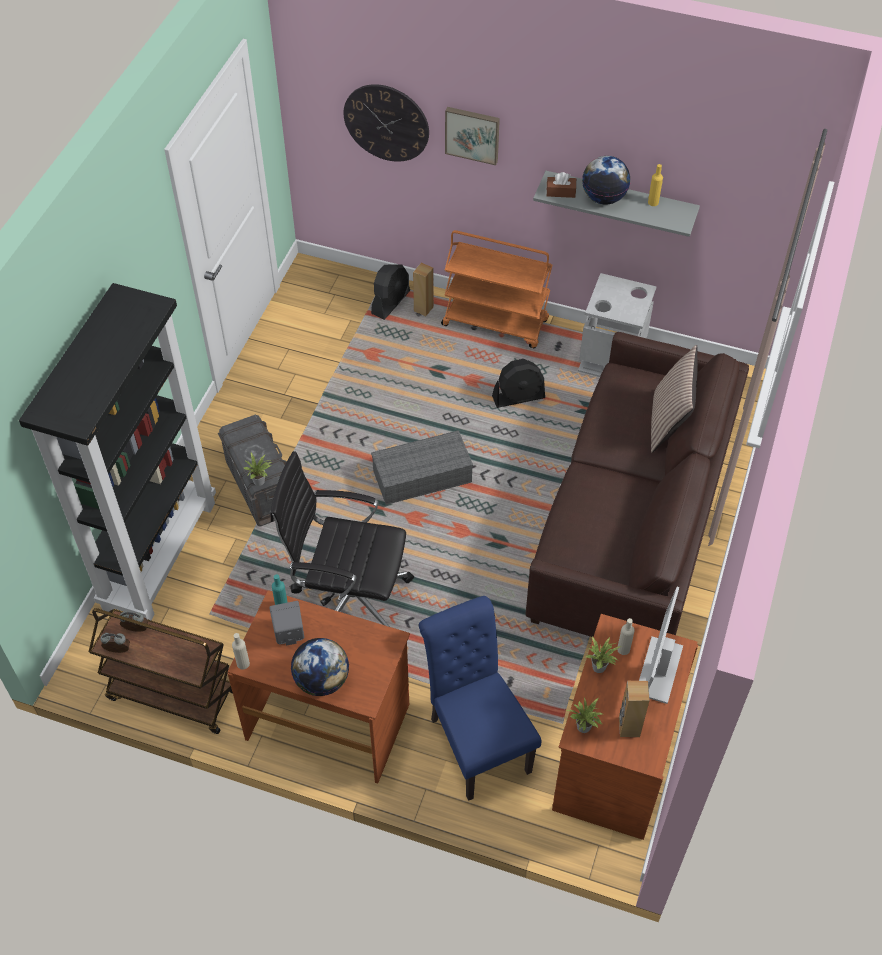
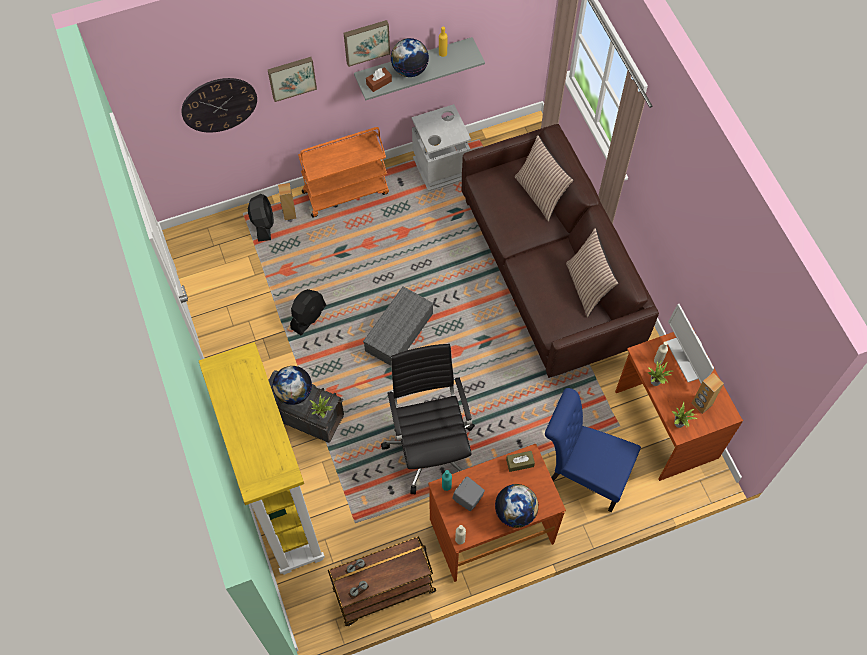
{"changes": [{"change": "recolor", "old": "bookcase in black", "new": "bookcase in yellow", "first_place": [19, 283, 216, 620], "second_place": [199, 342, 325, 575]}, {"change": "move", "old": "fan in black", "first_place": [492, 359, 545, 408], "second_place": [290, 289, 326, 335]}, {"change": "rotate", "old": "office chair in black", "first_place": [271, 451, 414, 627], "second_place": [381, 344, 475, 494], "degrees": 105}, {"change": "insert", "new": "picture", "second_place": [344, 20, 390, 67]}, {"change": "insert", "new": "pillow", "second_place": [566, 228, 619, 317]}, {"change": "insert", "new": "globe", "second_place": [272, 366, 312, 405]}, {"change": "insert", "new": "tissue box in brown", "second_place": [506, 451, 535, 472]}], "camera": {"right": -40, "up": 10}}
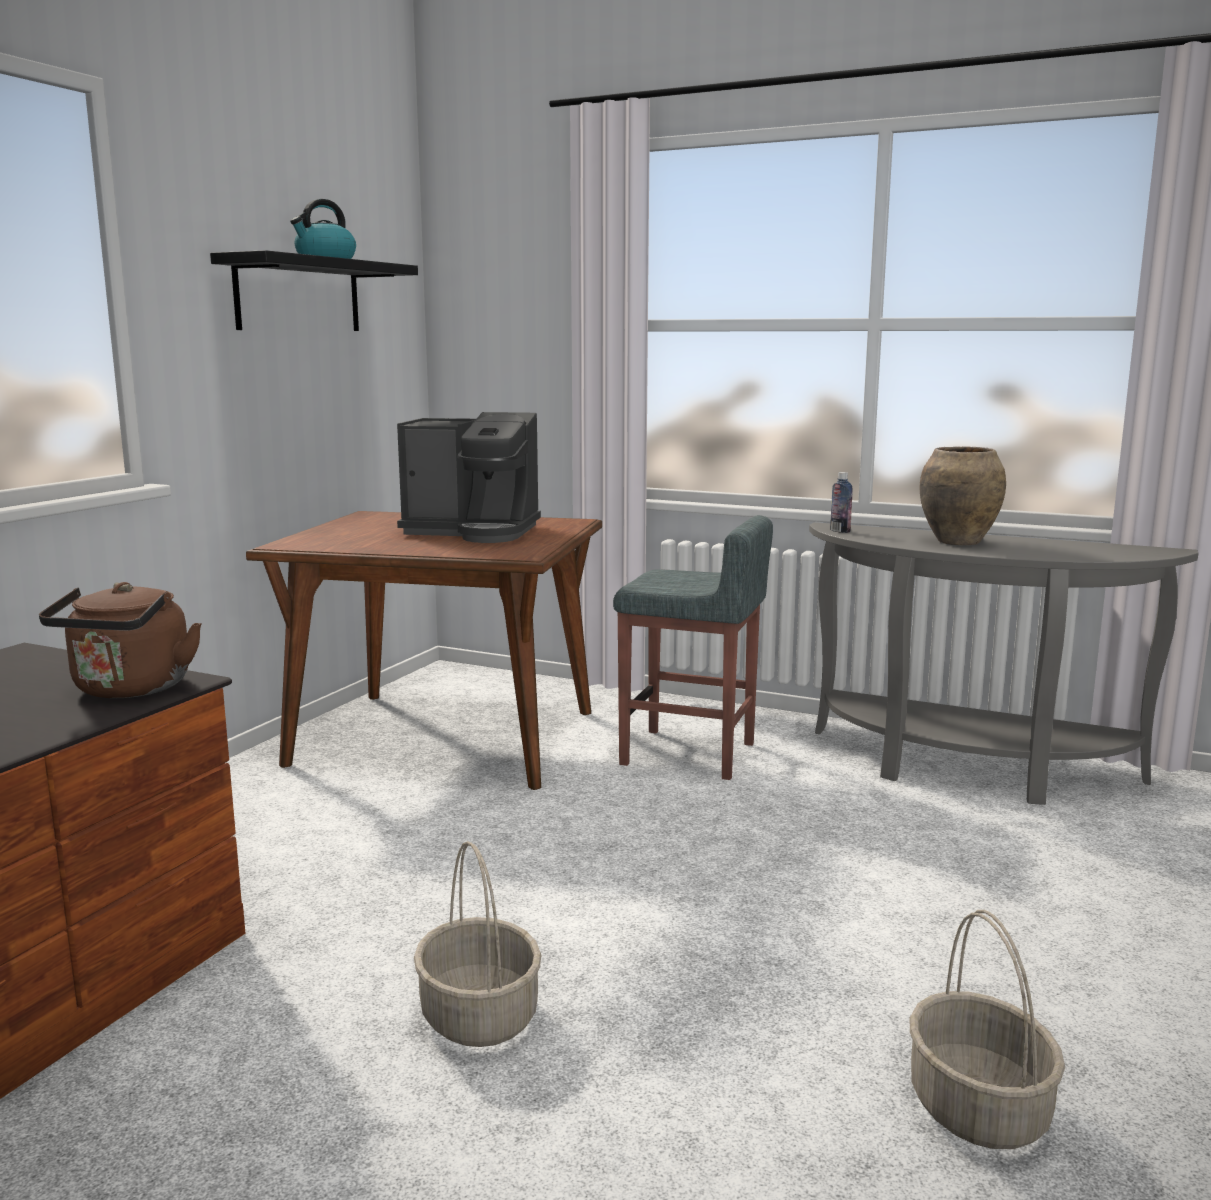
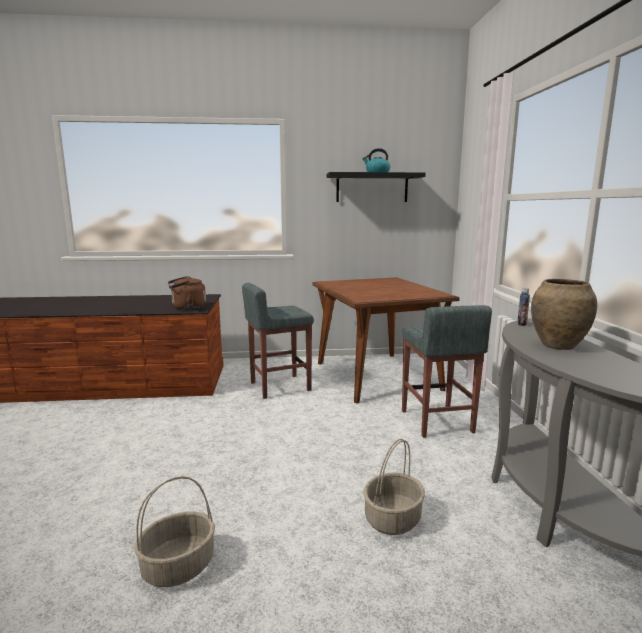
{"changes": [{"change": "delete", "old": "coffee machine", "first_place": [397, 412, 541, 543]}, {"change": "move", "old": "basket", "first_place": [414, 841, 541, 1047], "second_place": [363, 439, 425, 535]}, {"change": "insert", "new": "stool in grey", "second_place": [242, 283, 314, 399]}], "camera": {"right": 60, "up": 0}}
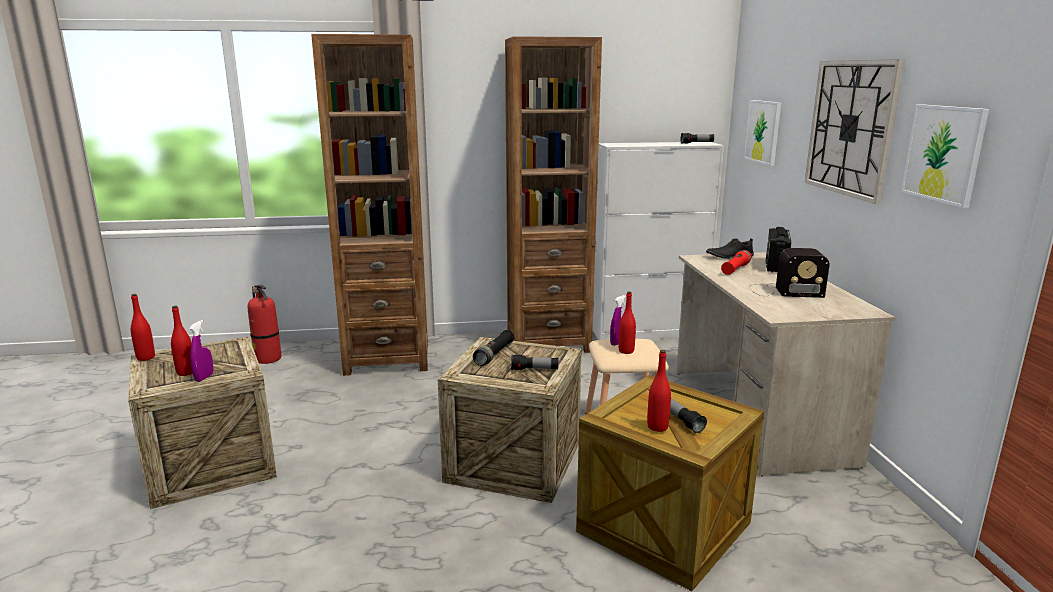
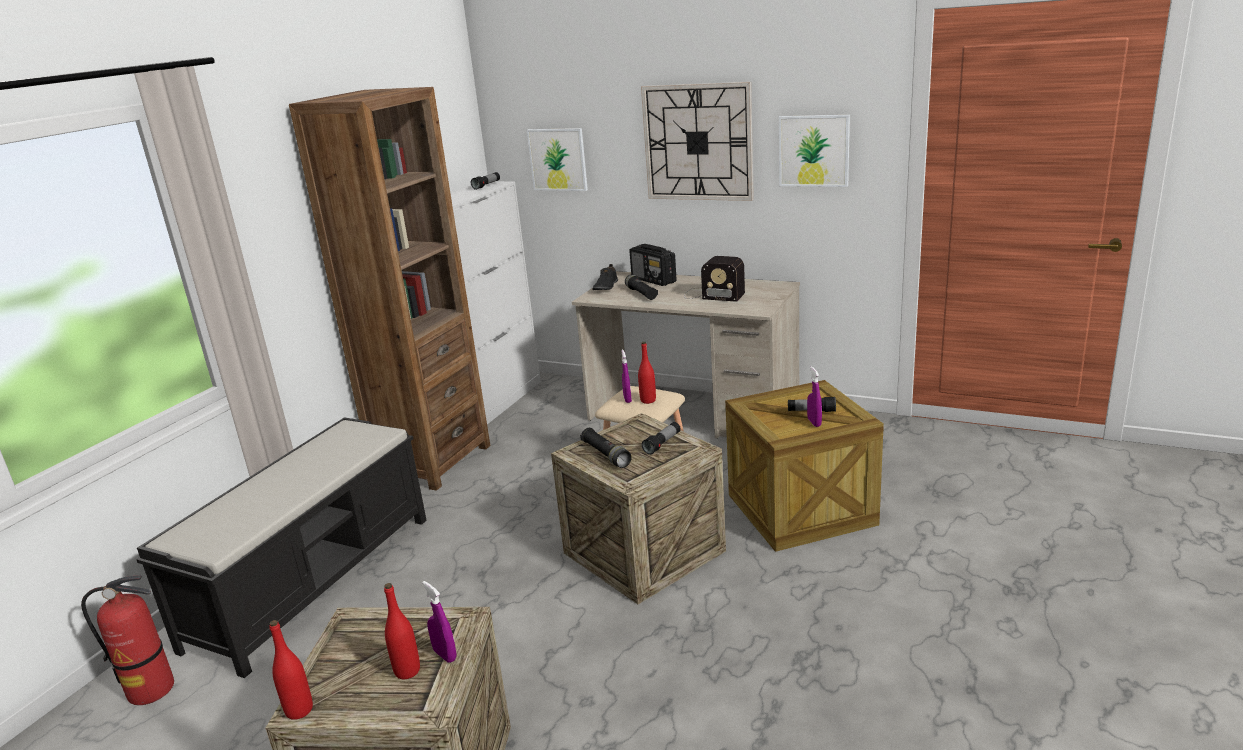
{"changes": [{"change": "replace", "old": "bookcase in brown", "new": "bench in black", "first_place": [311, 34, 428, 376], "second_place": [136, 417, 427, 678]}, {"change": "rotate", "old": "radio", "first_place": [749, 248, 830, 298], "second_place": [684, 256, 745, 302], "degrees": 75}, {"change": "recolor", "old": "flashlight in red", "new": "flashlight in black", "first_place": [721, 250, 752, 275], "second_place": [625, 274, 658, 300]}, {"change": "replace", "old": "bottle in red", "new": "spray bottle in purple", "first_place": [647, 350, 671, 432], "second_place": [807, 366, 822, 427]}], "camera": {"right": -55, "up": 5}}
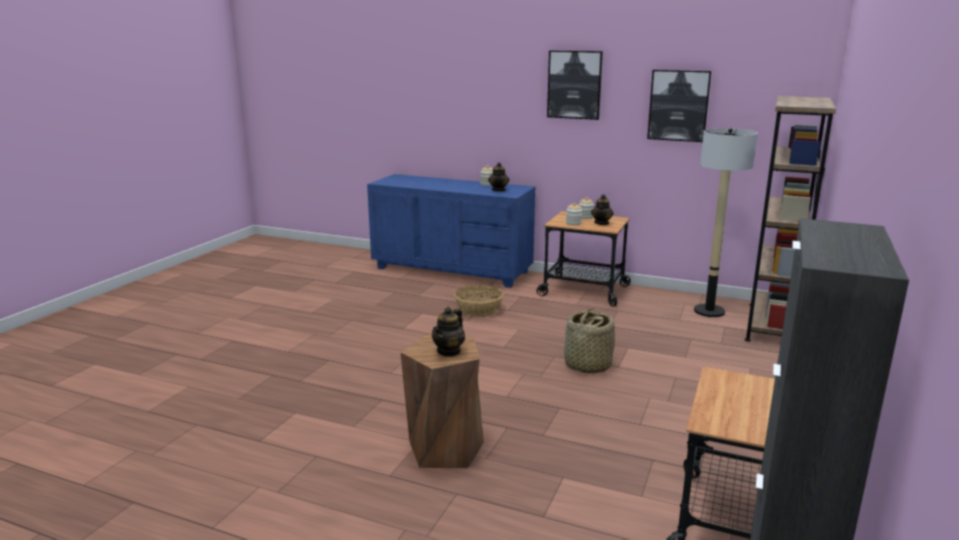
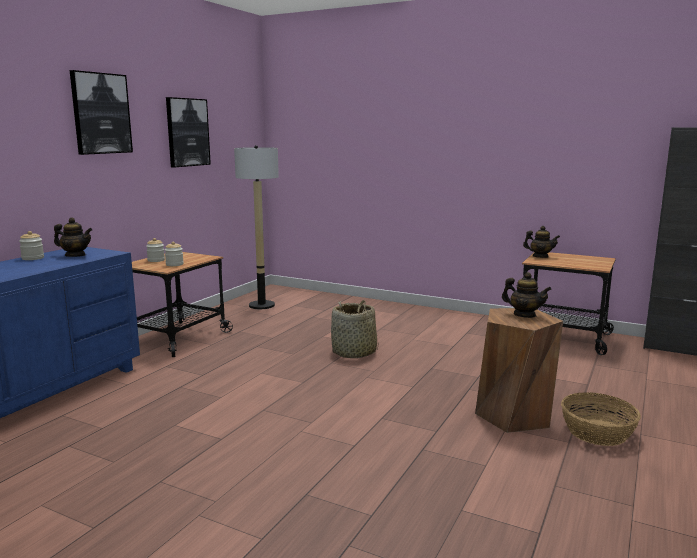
{"changes": [{"change": "delete", "old": "bookcase in brown", "first_place": [745, 96, 836, 342]}, {"change": "move", "old": "teapot", "first_place": [591, 194, 614, 225], "second_place": [523, 226, 560, 258]}, {"change": "move", "old": "basket", "first_place": [454, 285, 503, 317], "second_place": [561, 392, 641, 446]}], "camera": {"right": -85, "up": -5}}
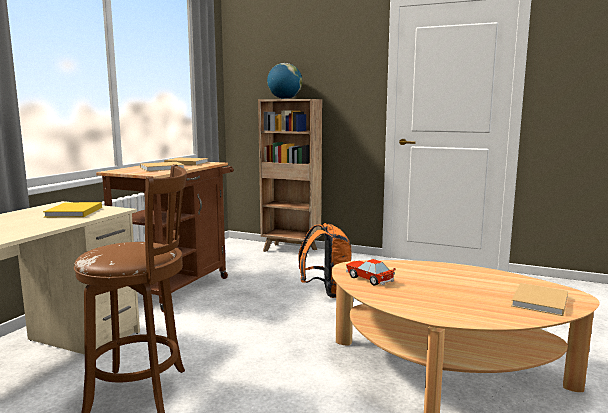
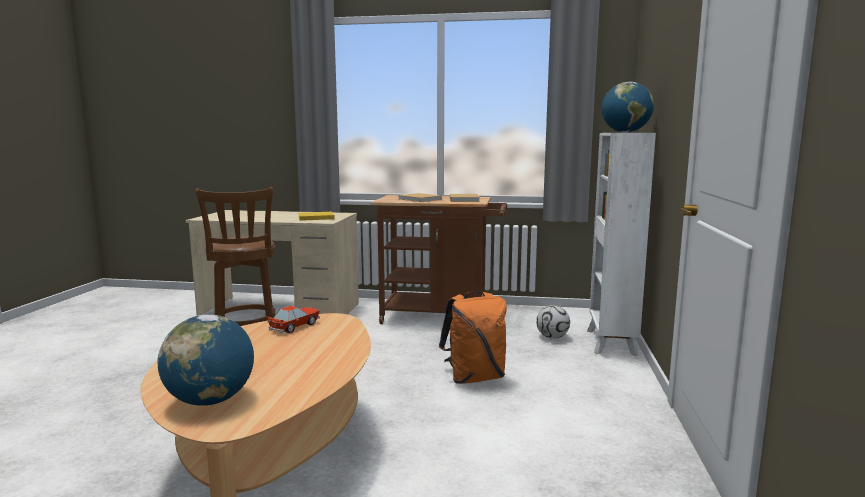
{"changes": [{"change": "recolor", "old": "bookcase in brown", "new": "bookcase in white", "first_place": [258, 99, 322, 252], "second_place": [587, 133, 656, 356]}, {"change": "replace", "old": "book in beige", "new": "globe", "first_place": [511, 283, 568, 316], "second_place": [157, 314, 254, 406]}, {"change": "insert", "new": "football", "second_place": [536, 305, 570, 339]}], "camera": {"right": 75, "up": 0}}
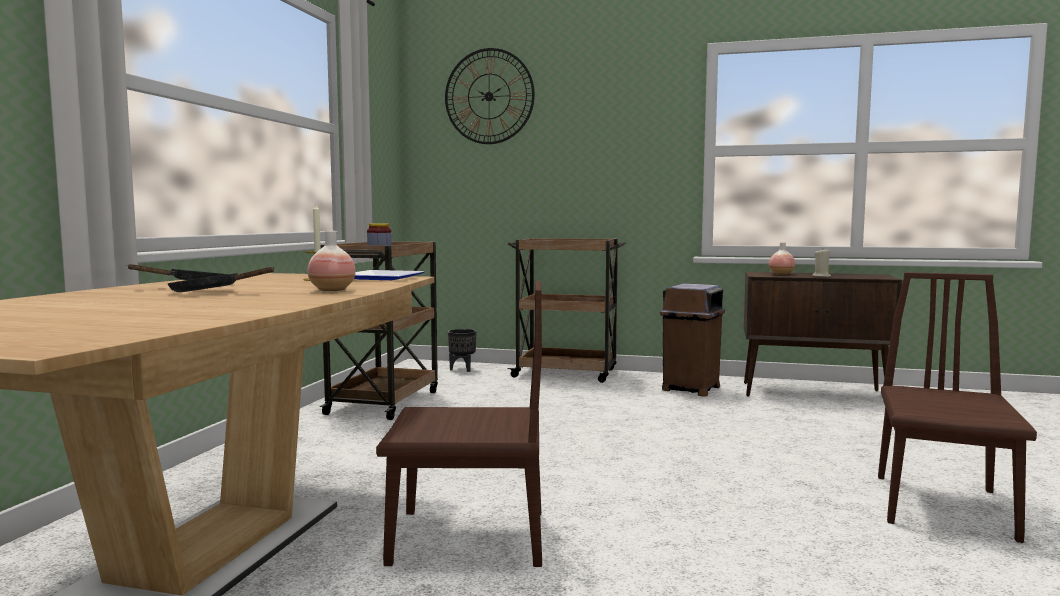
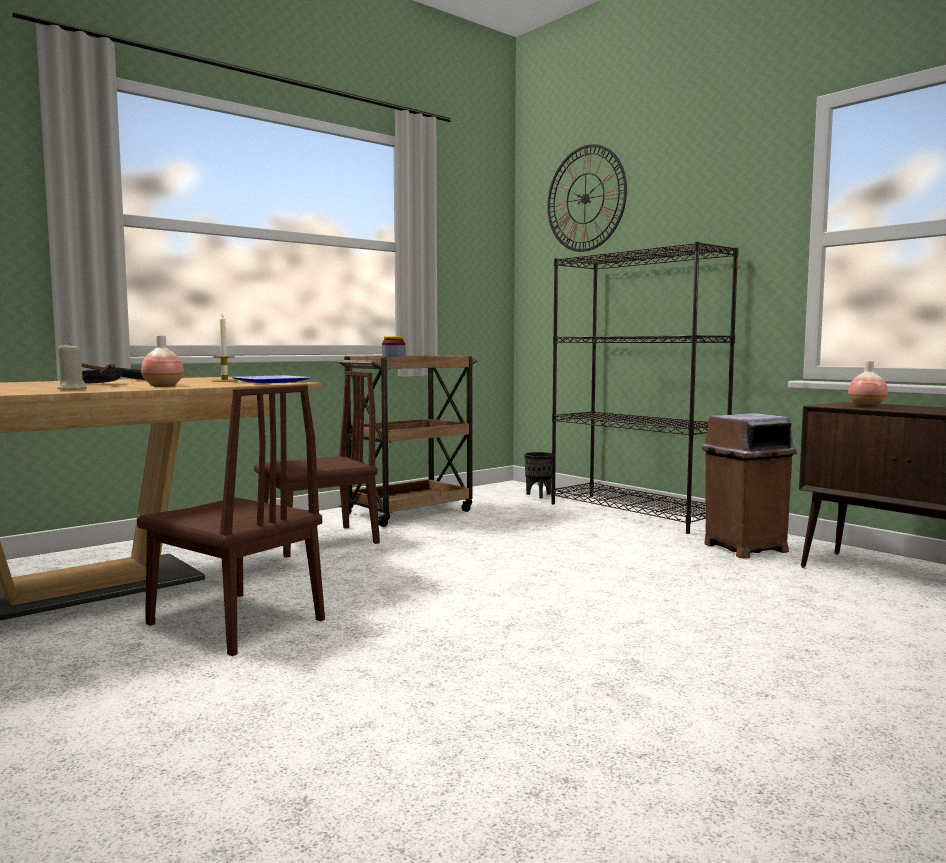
{"changes": [{"change": "replace", "old": "cart in brown", "new": "bookcase in black", "first_place": [507, 238, 626, 383], "second_place": [551, 242, 739, 534]}, {"change": "move", "old": "candle in beige", "first_place": [812, 249, 831, 277], "second_place": [57, 343, 87, 390]}, {"change": "move", "old": "chair in brown", "first_place": [878, 272, 1037, 543], "second_place": [254, 371, 380, 558]}], "camera": {"right": 35, "up": 0}}
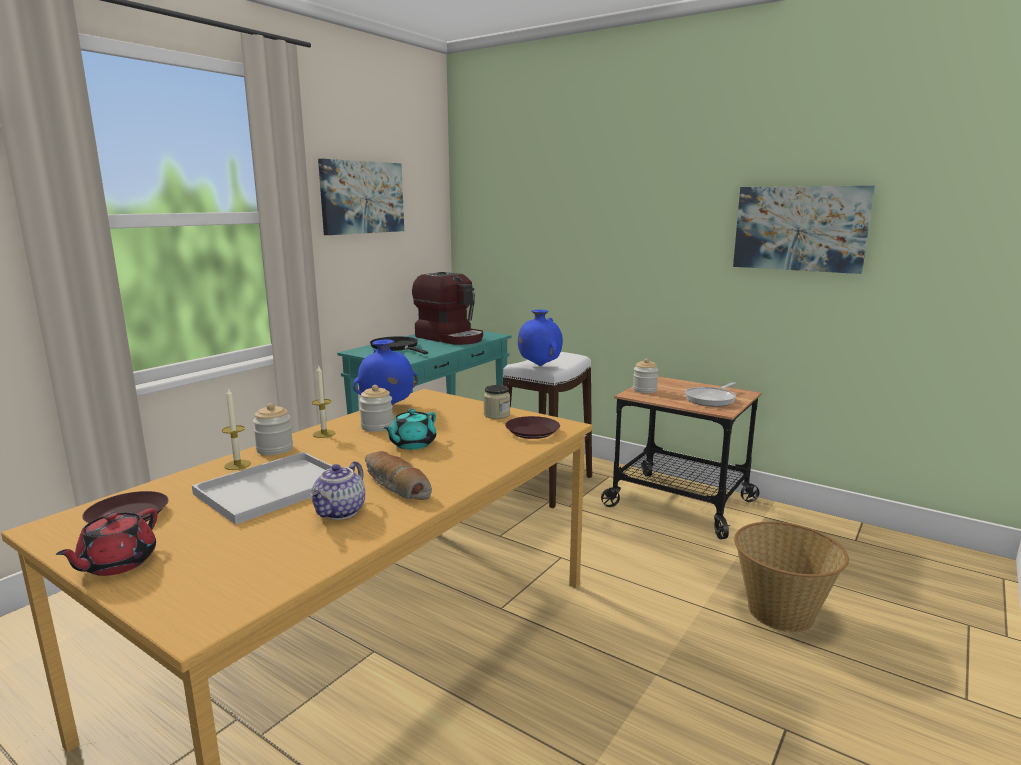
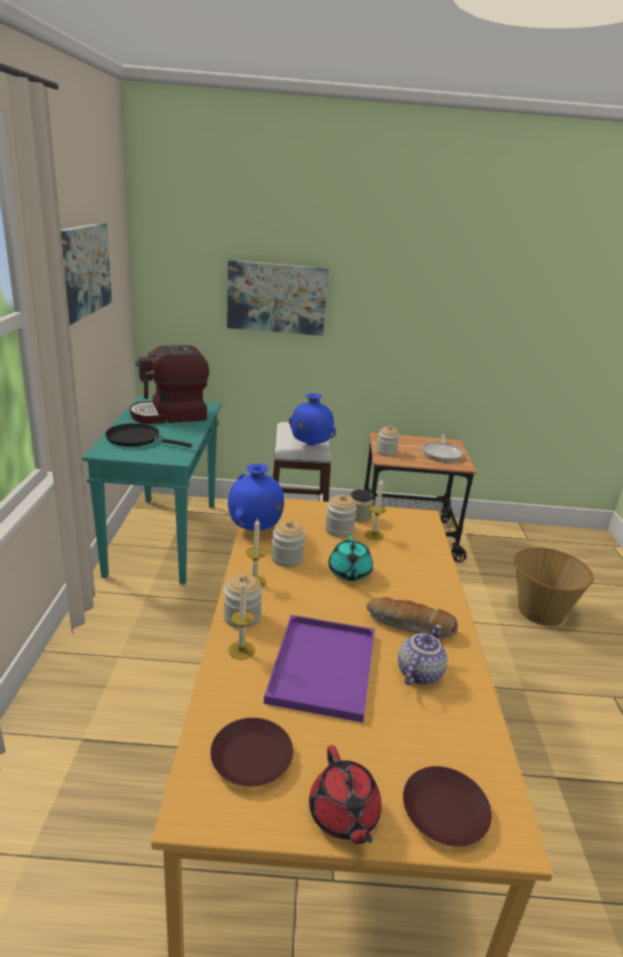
{"changes": [{"change": "move", "old": "picture", "first_place": [733, 186, 875, 274], "second_place": [227, 260, 329, 336]}, {"change": "rotate", "old": "coffee machine", "first_place": [412, 272, 483, 345], "second_place": [130, 345, 209, 424], "degrees": 150}, {"change": "move", "old": "plate in brown", "first_place": [505, 416, 560, 439], "second_place": [403, 766, 492, 847]}, {"change": "recolor", "old": "tray in white", "new": "tray in purple", "first_place": [192, 452, 332, 525], "second_place": [264, 615, 375, 723]}, {"change": "rotate", "old": "teapot", "first_place": [309, 461, 365, 520], "second_place": [398, 624, 447, 685], "degrees": -135}, {"change": "insert", "new": "candle", "second_place": [364, 479, 386, 541]}, {"change": "insert", "new": "jar", "second_place": [325, 494, 357, 537]}], "camera": {"right": -35, "up": 10}}
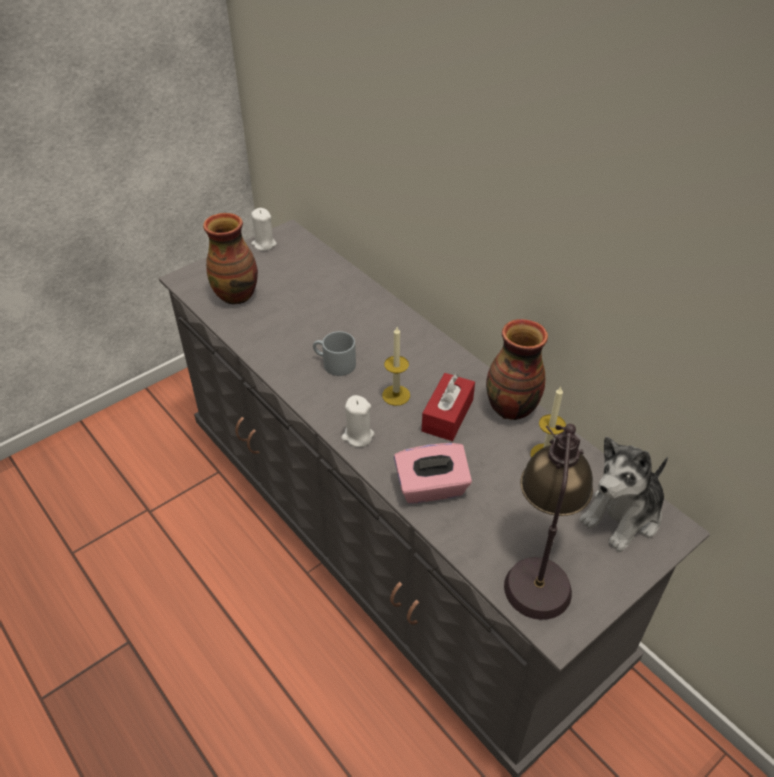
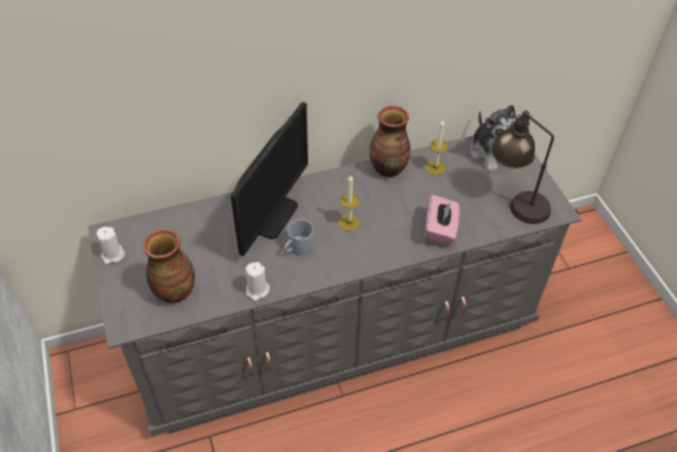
{"changes": [{"change": "delete", "old": "tissue box in red", "first_place": [422, 373, 475, 441]}, {"change": "move", "old": "candle in white", "first_place": [341, 395, 374, 447], "second_place": [245, 262, 270, 301]}, {"change": "insert", "new": "monitor", "second_place": [231, 102, 308, 256]}], "camera": {"right": -70, "up": 5}}
